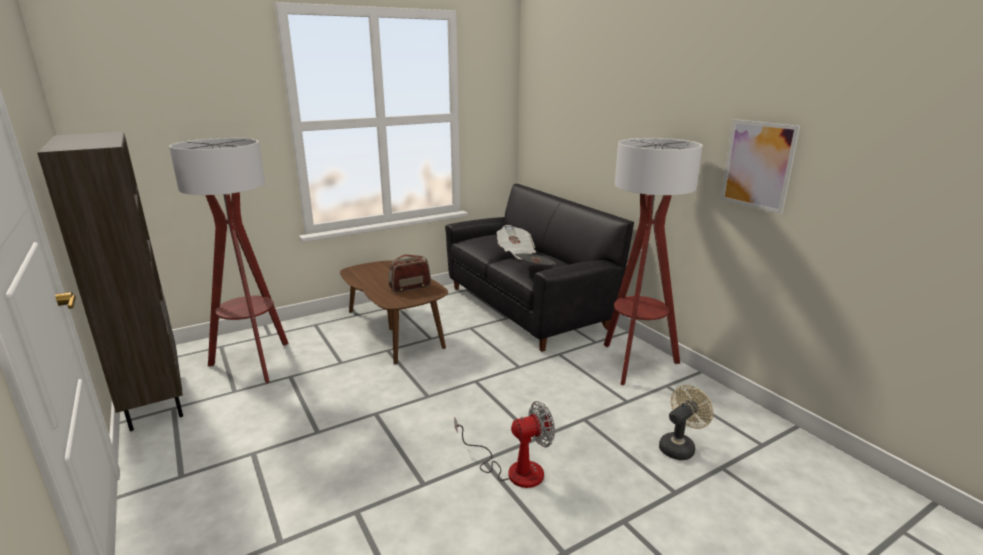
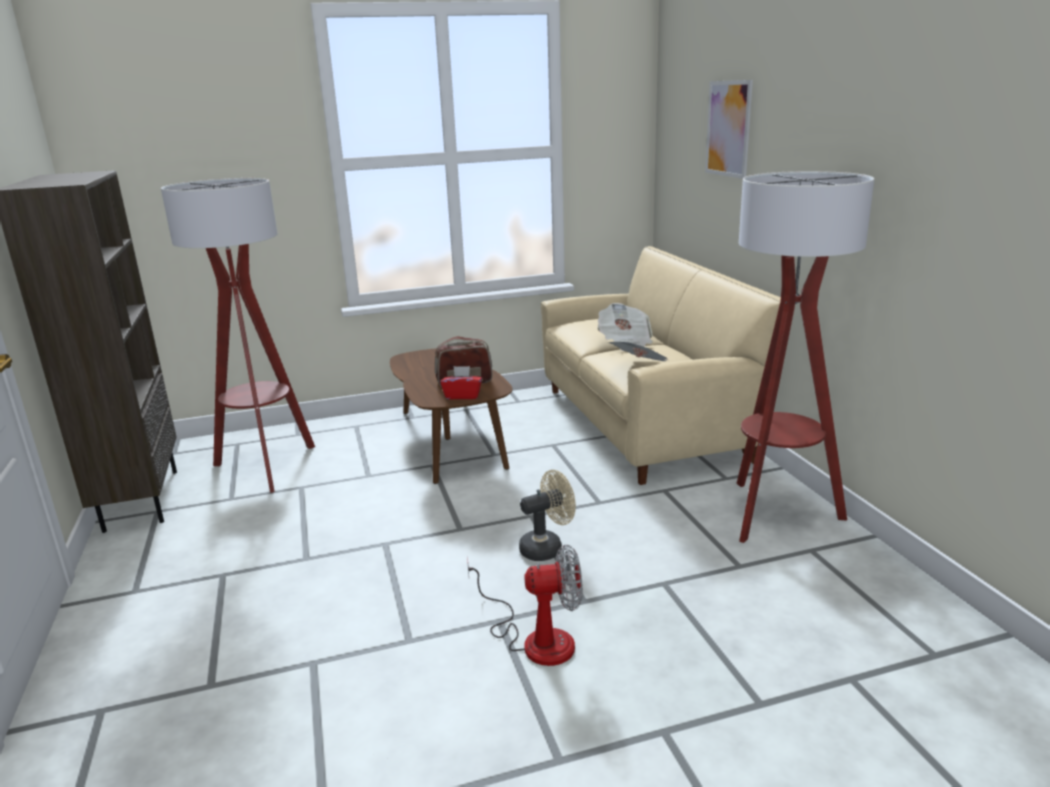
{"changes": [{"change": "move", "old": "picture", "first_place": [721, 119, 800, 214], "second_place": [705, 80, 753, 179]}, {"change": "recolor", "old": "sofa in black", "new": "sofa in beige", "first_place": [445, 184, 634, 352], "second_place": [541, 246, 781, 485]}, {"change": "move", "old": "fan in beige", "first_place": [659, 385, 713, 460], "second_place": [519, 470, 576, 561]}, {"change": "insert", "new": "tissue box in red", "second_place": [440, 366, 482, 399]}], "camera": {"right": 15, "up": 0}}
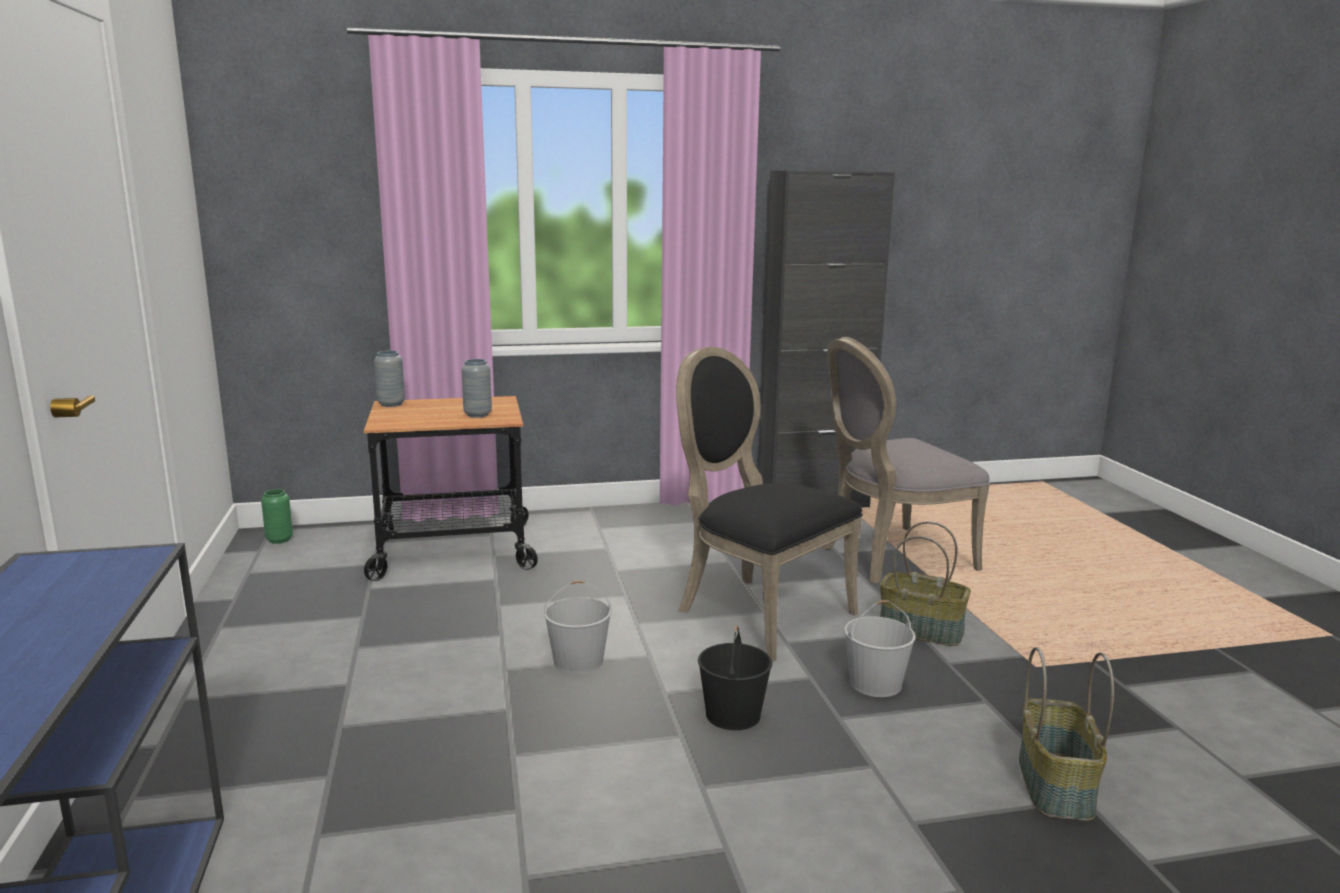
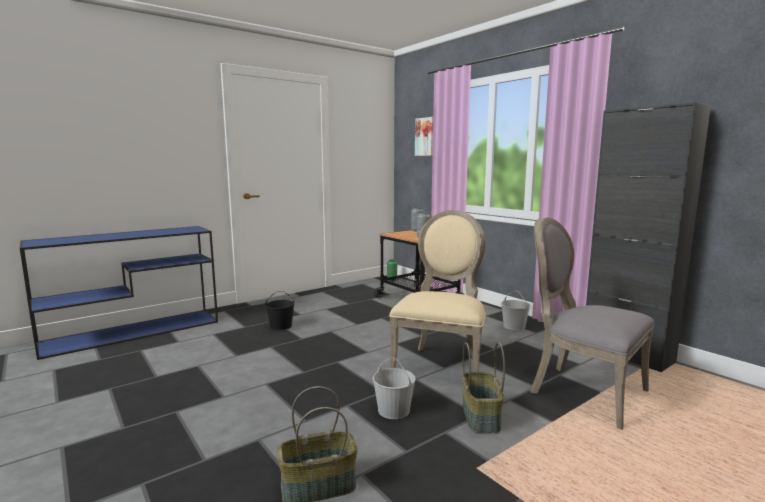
{"changes": [{"change": "recolor", "old": "chair in black", "new": "chair in beige", "first_place": [676, 347, 863, 662], "second_place": [389, 210, 486, 372]}, {"change": "move", "old": "bucket in white", "first_place": [544, 581, 612, 674], "second_place": [501, 291, 530, 330]}, {"change": "move", "old": "bucket in black", "first_place": [698, 625, 772, 730], "second_place": [265, 291, 294, 330]}, {"change": "insert", "new": "picture", "second_place": [415, 117, 433, 156]}], "camera": {"right": 65, "up": -5}}
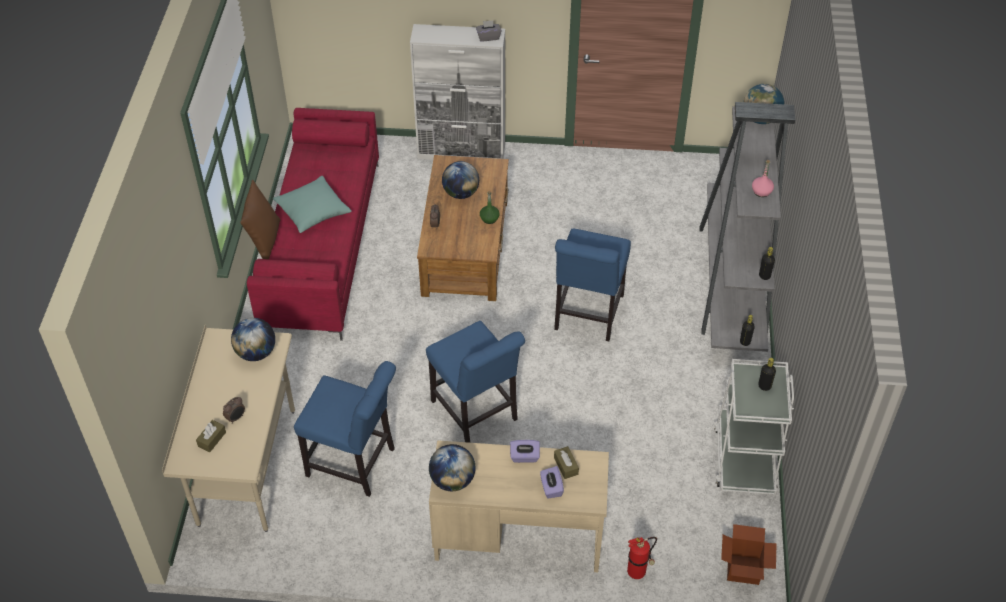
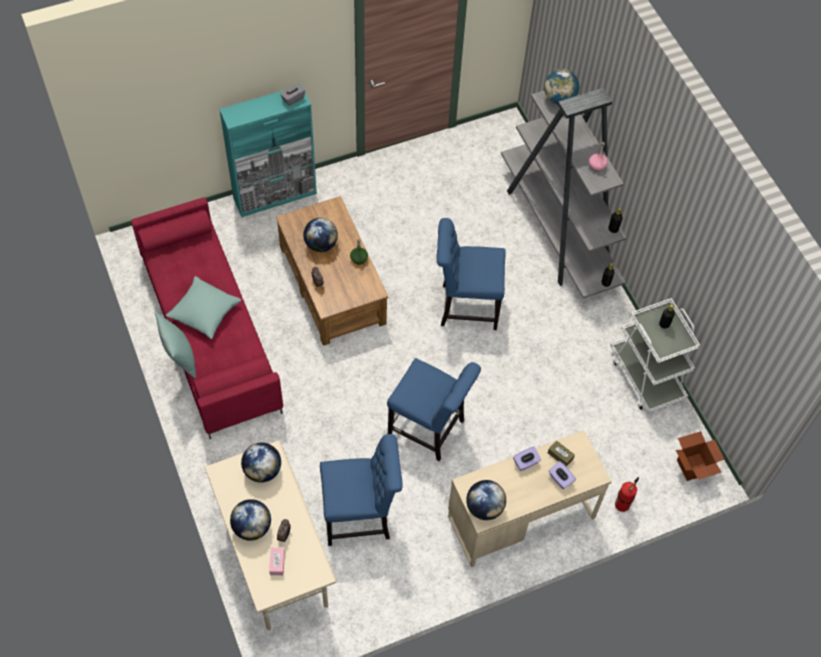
{"changes": [{"change": "recolor", "old": "cabinet in white", "new": "cabinet in turquoise", "first_place": [410, 24, 505, 160], "second_place": [219, 85, 317, 217]}, {"change": "recolor", "old": "pillow in brown", "new": "pillow in turquoise", "first_place": [240, 180, 280, 259], "second_place": [155, 311, 196, 378]}, {"change": "rotate", "old": "chair in blue", "first_place": [554, 229, 631, 341], "second_place": [437, 218, 506, 330], "degrees": 105}, {"change": "recolor", "old": "tissue box in brown", "new": "tissue box in pink", "first_place": [196, 420, 226, 452], "second_place": [269, 548, 285, 575]}, {"change": "insert", "new": "globe", "second_place": [230, 499, 271, 541]}], "camera": {"right": -30, "up": 10}}
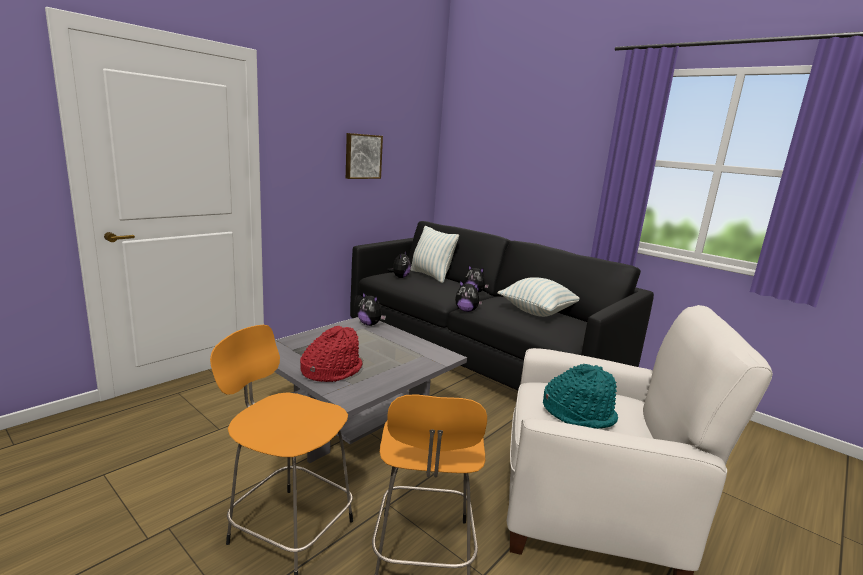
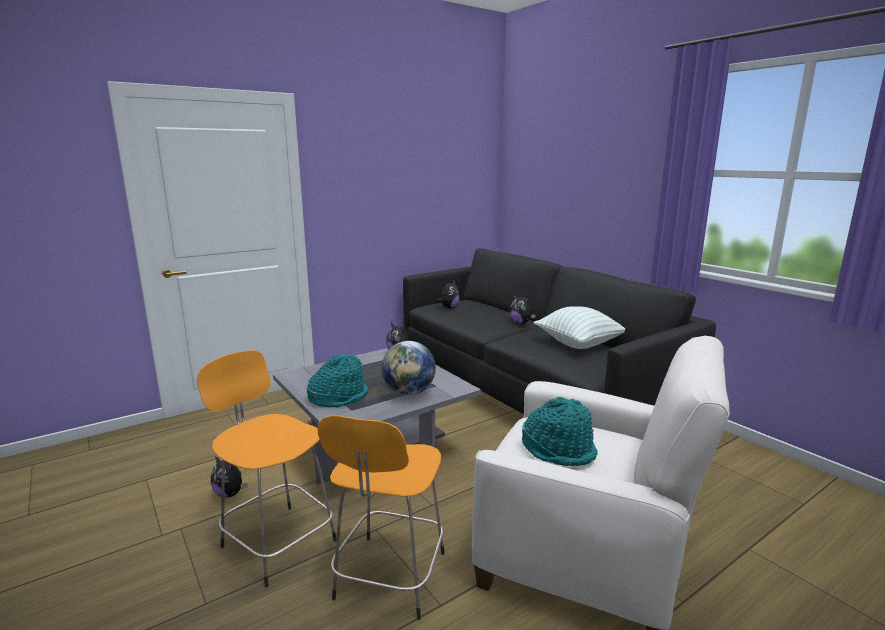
{"changes": [{"change": "delete", "old": "picture", "first_place": [346, 133, 383, 179]}, {"change": "delete", "old": "pillow", "first_place": [410, 226, 459, 283]}, {"change": "move", "old": "plush toy", "first_place": [455, 281, 483, 312], "second_place": [211, 456, 247, 498]}, {"change": "recolor", "old": "hat in red", "new": "hat in turquoise", "first_place": [300, 326, 362, 382], "second_place": [307, 354, 369, 408]}, {"change": "insert", "new": "globe", "second_place": [382, 341, 436, 396]}], "camera": {"right": 15, "up": 0}}
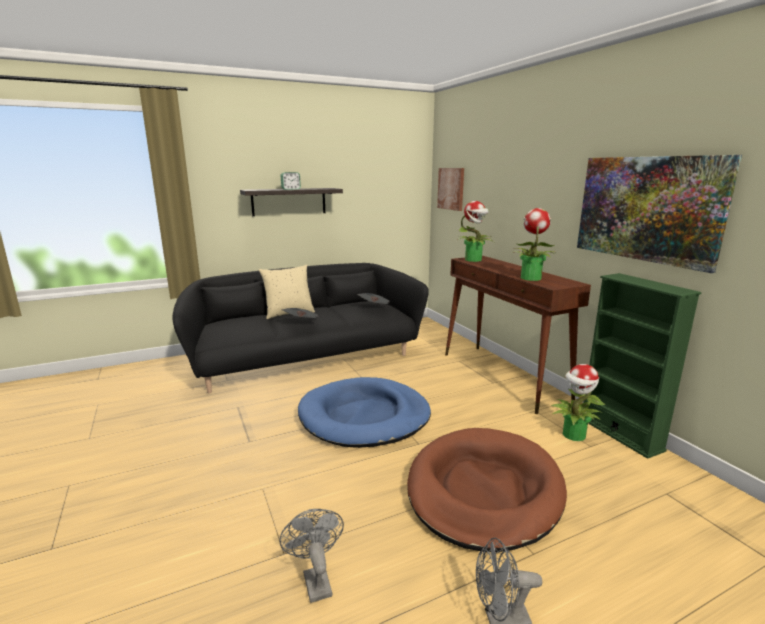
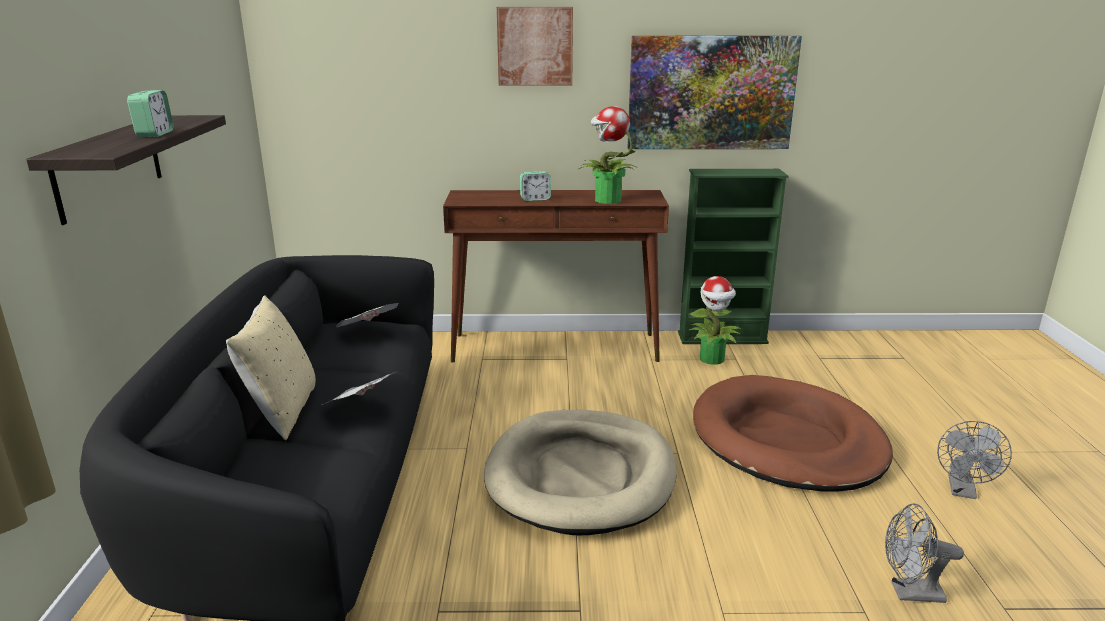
{"changes": [{"change": "move", "old": "picture", "first_place": [437, 168, 464, 211], "second_place": [497, 7, 573, 86]}, {"change": "delete", "old": "potted plant", "first_place": [457, 201, 494, 262]}, {"change": "recolor", "old": "dog bed in blue", "new": "dog bed in beige", "first_place": [298, 377, 431, 448], "second_place": [484, 409, 677, 535]}, {"change": "insert", "new": "alarm clock", "second_place": [520, 171, 551, 201]}], "camera": {"right": -65, "up": 5}}
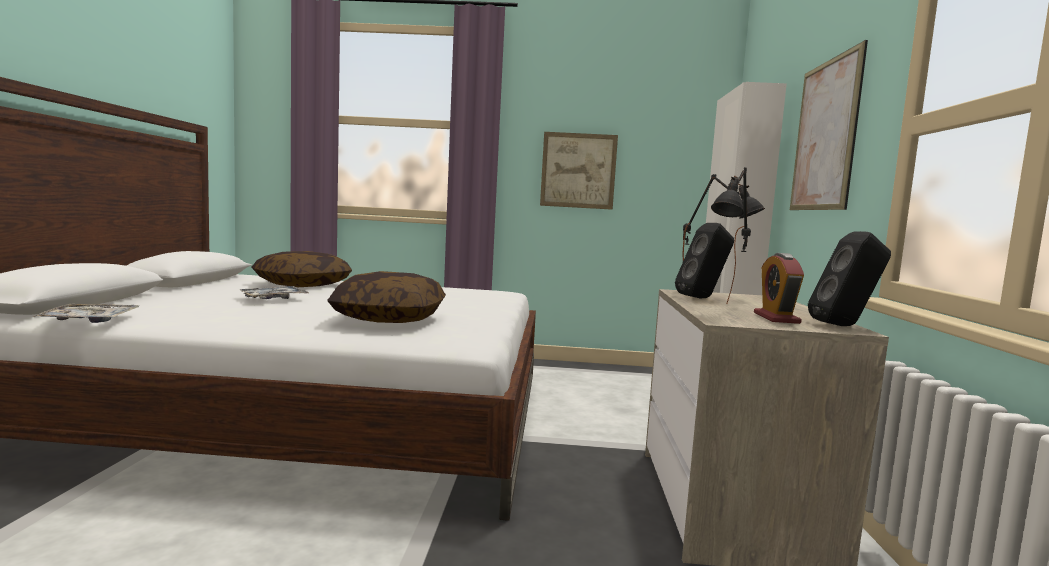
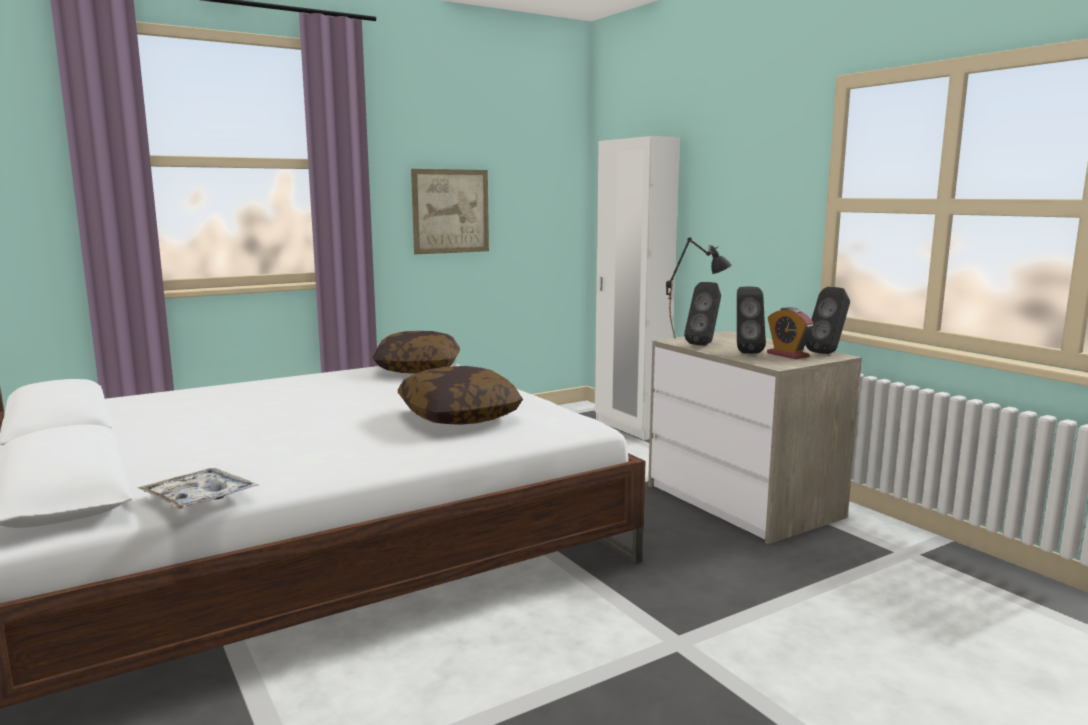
{"changes": [{"change": "delete", "old": "picture", "first_place": [790, 40, 868, 210]}, {"change": "replace", "old": "table lamp in black", "new": "speaker in black", "first_place": [711, 167, 751, 304], "second_place": [737, 287, 766, 354]}, {"change": "move", "old": "pillow", "first_place": [251, 251, 352, 287], "second_place": [373, 331, 460, 374]}, {"change": "delete", "old": "tray", "first_place": [239, 286, 309, 299]}], "camera": {"right": -35, "up": 5}}
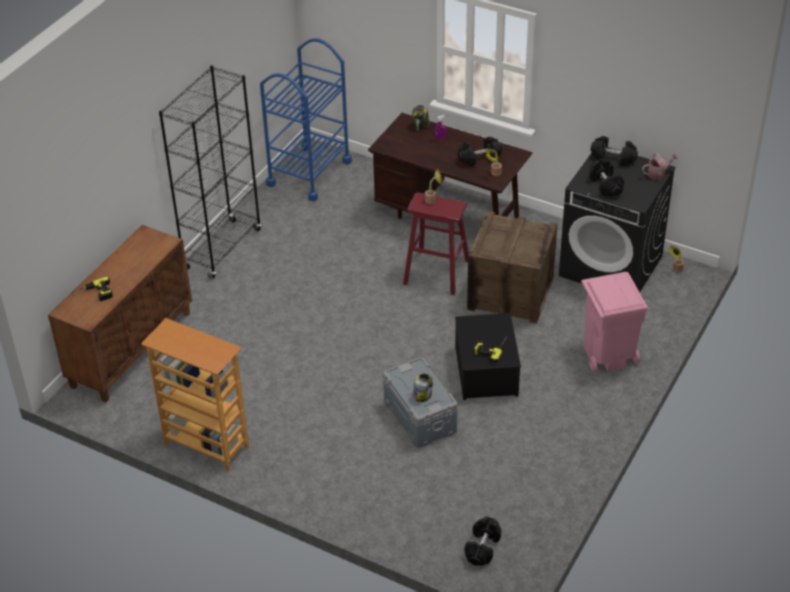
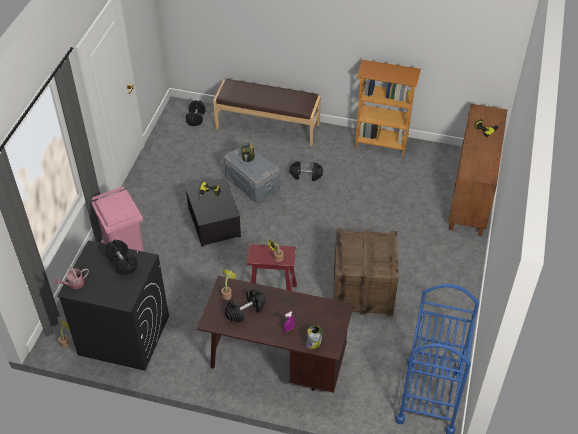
{"changes": [{"change": "delete", "old": "bookcase in black", "first_place": [159, 65, 261, 279]}, {"change": "move", "old": "dumbbell in black", "first_place": [591, 136, 638, 166], "second_place": [289, 161, 323, 181]}, {"change": "move", "old": "crate", "first_place": [467, 211, 557, 324], "second_place": [333, 228, 398, 316]}, {"change": "insert", "new": "bench in brown", "second_place": [213, 79, 321, 146]}], "camera": {"right": 165, "up": 5}}
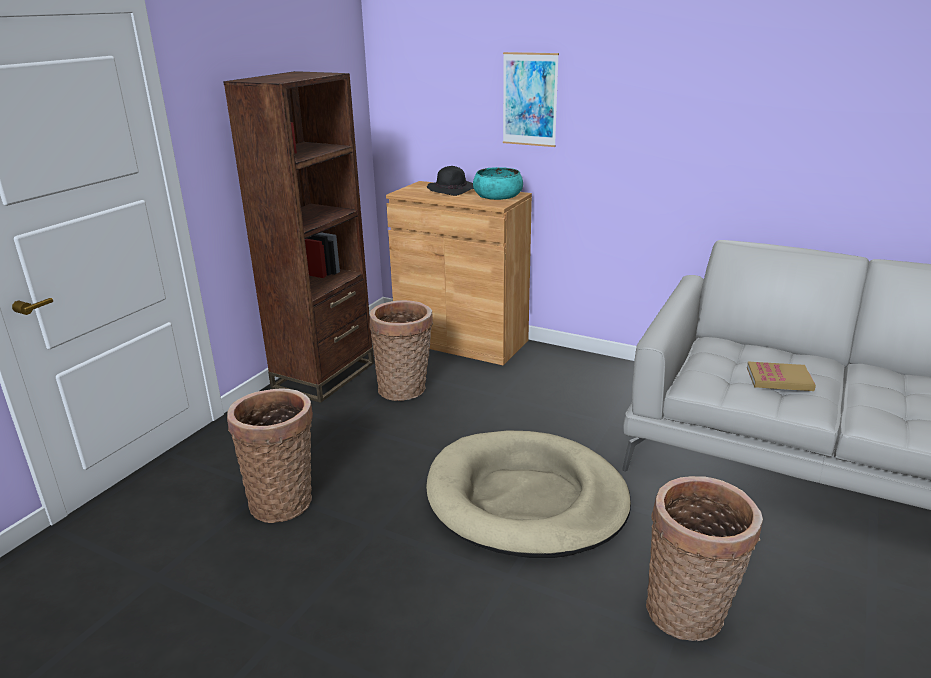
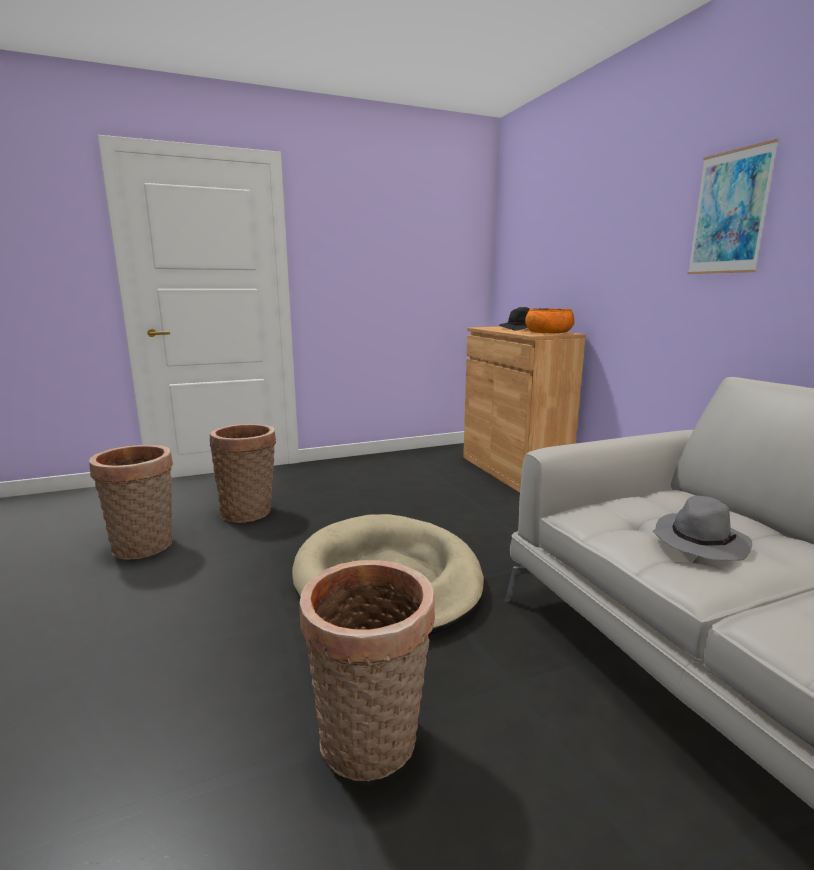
{"changes": [{"change": "move", "old": "picture", "first_place": [503, 52, 559, 147], "second_place": [687, 139, 779, 274]}, {"change": "delete", "old": "bookcase in brown", "first_place": [223, 71, 374, 403]}, {"change": "recolor", "old": "bowl in turquoise", "new": "bowl in orange", "first_place": [473, 167, 523, 200], "second_place": [525, 308, 575, 333]}, {"change": "move", "old": "basket", "first_place": [369, 300, 433, 401], "second_place": [89, 445, 173, 560]}, {"change": "replace", "old": "book", "new": "hat in grey", "first_place": [747, 362, 816, 391], "second_place": [653, 495, 752, 561]}], "camera": {"right": 40, "up": -10}}
